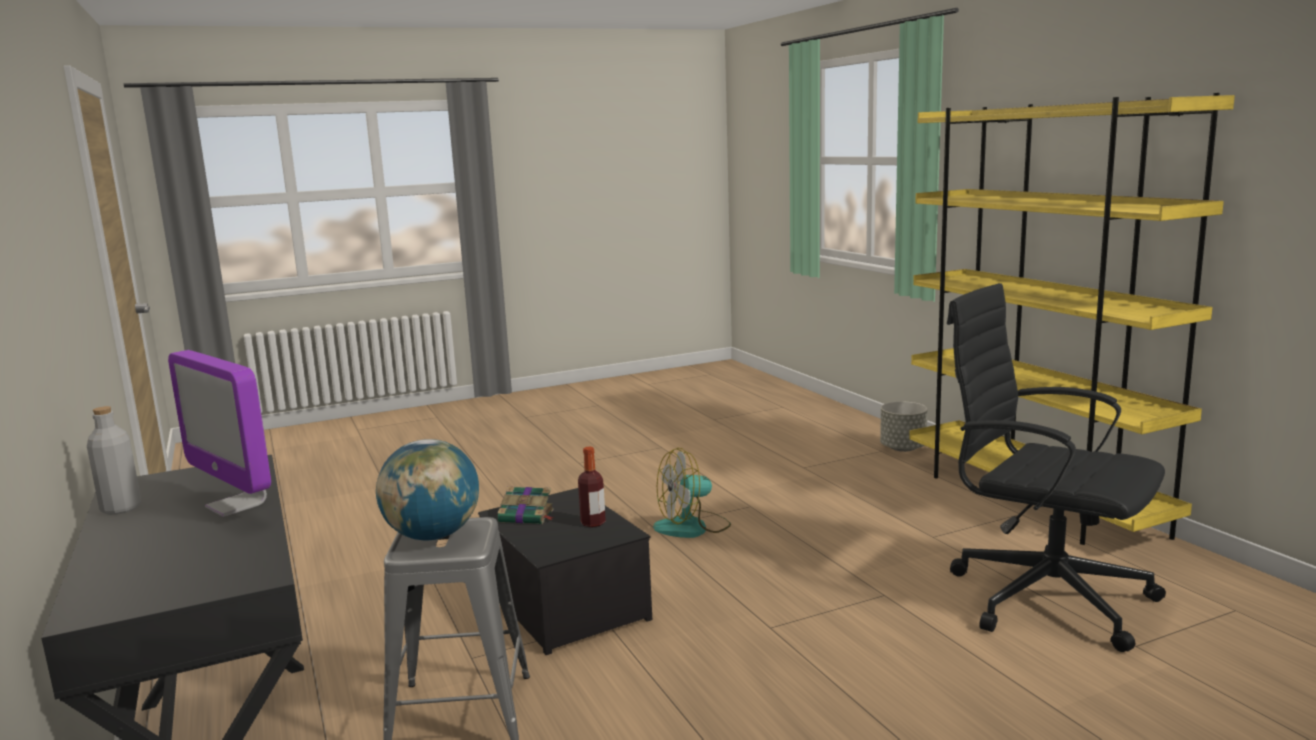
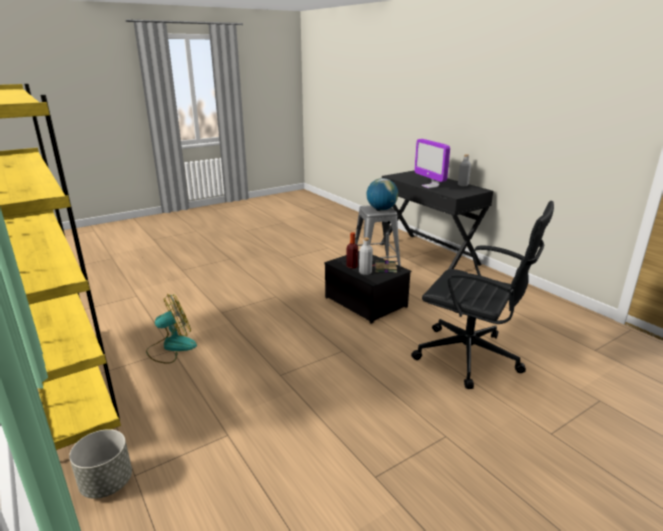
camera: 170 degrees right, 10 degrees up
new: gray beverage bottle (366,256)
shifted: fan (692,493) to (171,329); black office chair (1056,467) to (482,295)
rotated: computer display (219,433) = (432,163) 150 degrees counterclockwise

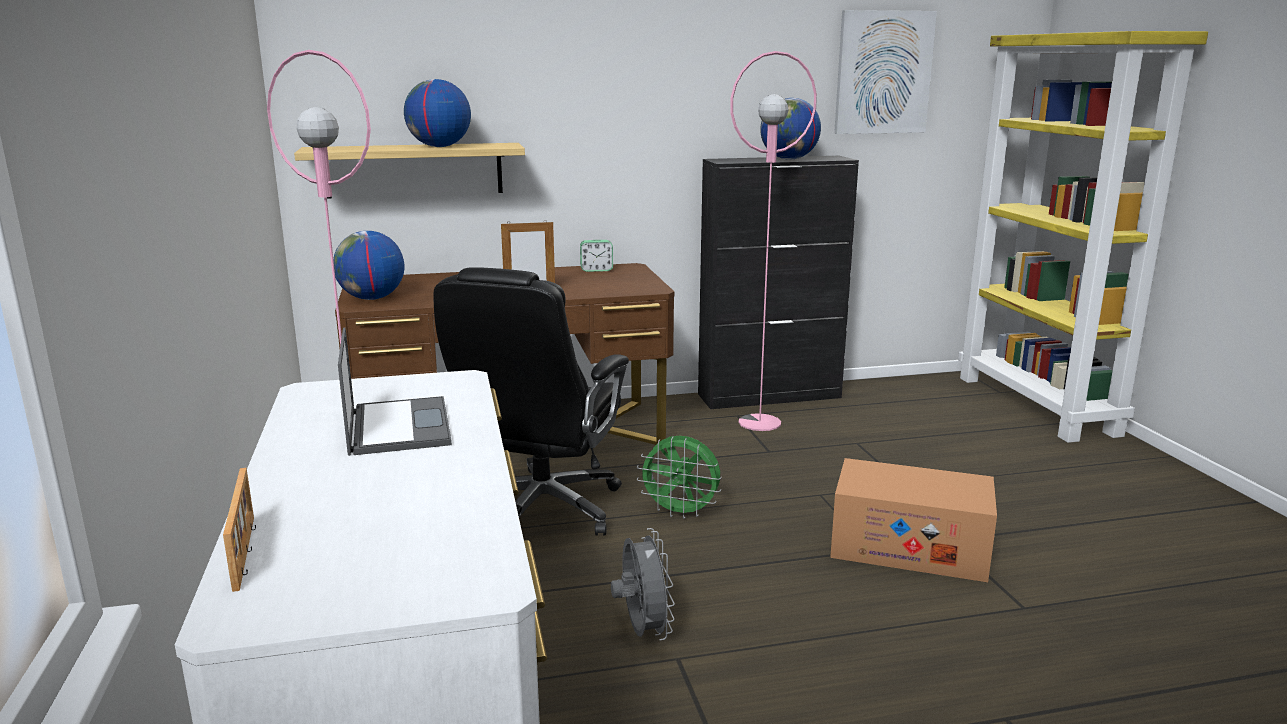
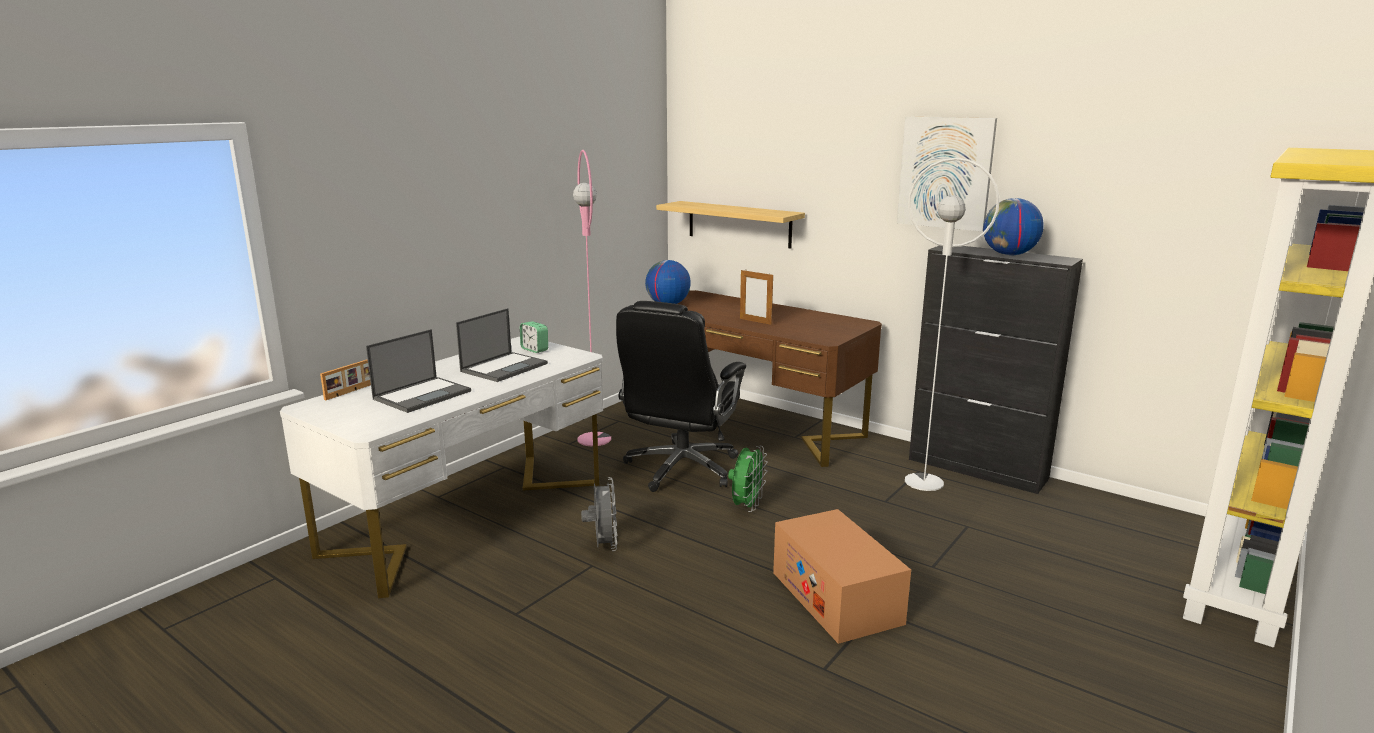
camera: 50 degrees right, 0 degrees up
gone: globe (437,113)
new: notebook computer (418,371)
shifted: alarm clock (596,256) to (534,337); wall art (885,72) to (947,174)
repainted: pinkish standing lamp (773,241) to white standing lamp (952,324)
rotated: black office chair (531,401) = (681,396) 45 degrees counterclockwise; gray fan (643,584) = (599,514) 45 degrees counterclockwise; green fan (679,477) = (748,478) 135 degrees counterclockwise

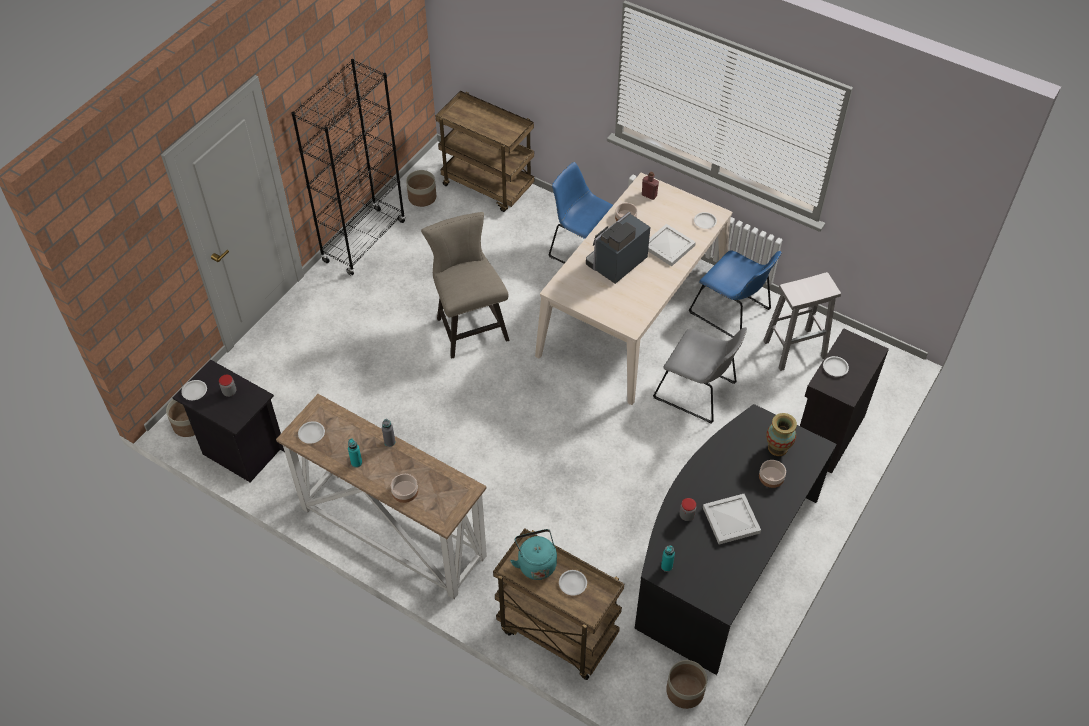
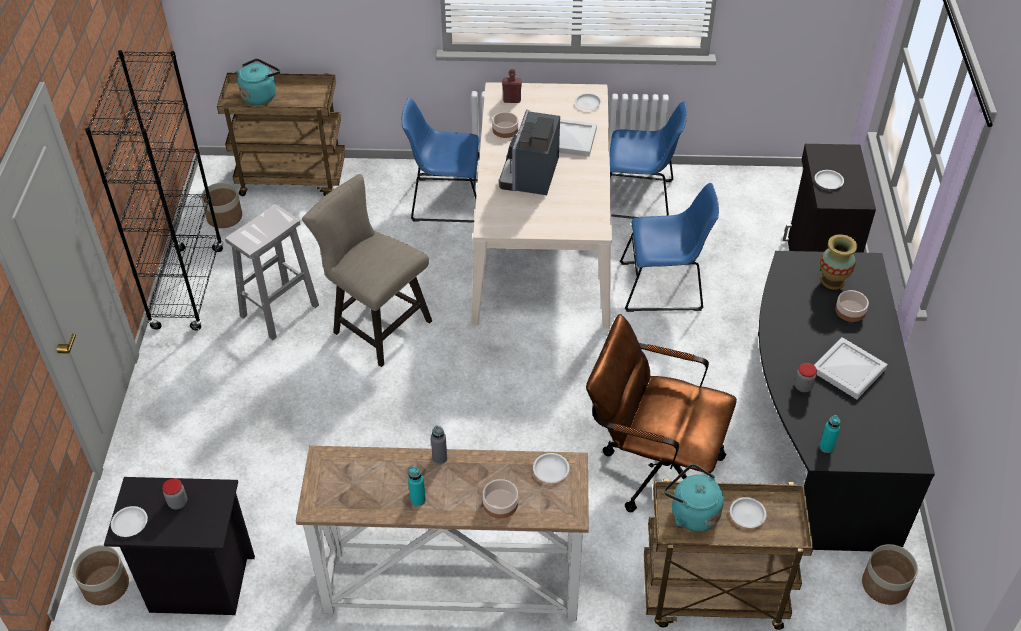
camera: 30 degrees left, 5 degrees down
new: turquoise-coloured water kettle (258,82); brownish office chair (661,413)
shifted: white dinner plate (311,432) to (551,468); white stool (802,321) to (272,272)
repainted: gray chair (700,375) to bluish chair (669,247)

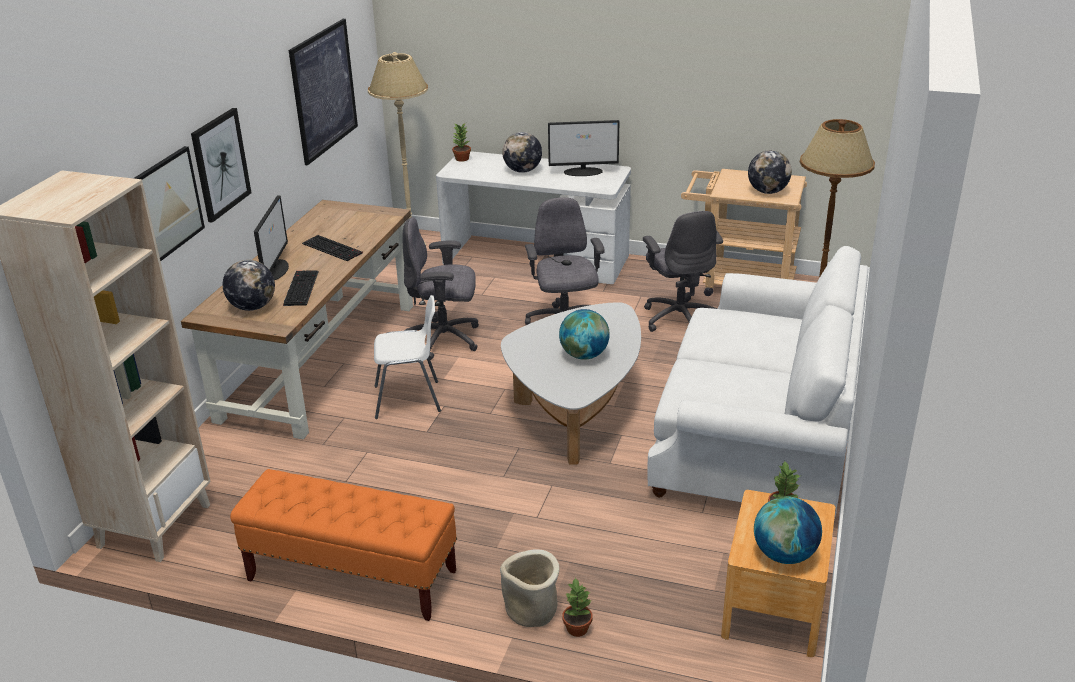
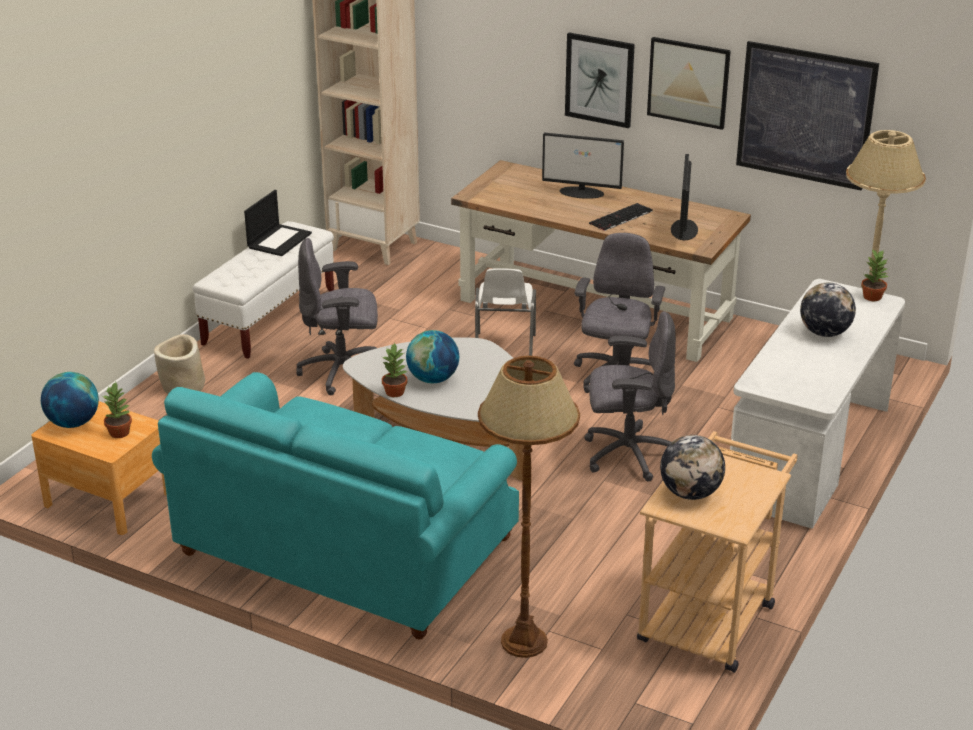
camera: 100 degrees right, 0 degrees up
gone: globe (249,285); PC keyboard (300,288)
new: notebook computer (278,223)
shifted: wall art (169,203) to (689,83); computer display (583,148) to (684,197); houseplant (577,607) to (395,369); gray office chair (683,271) to (337,316)
repainted: orangey bench (343,545) to white bench (263,290); white settee (757,381) to turquoise-coloured settee (335,506)

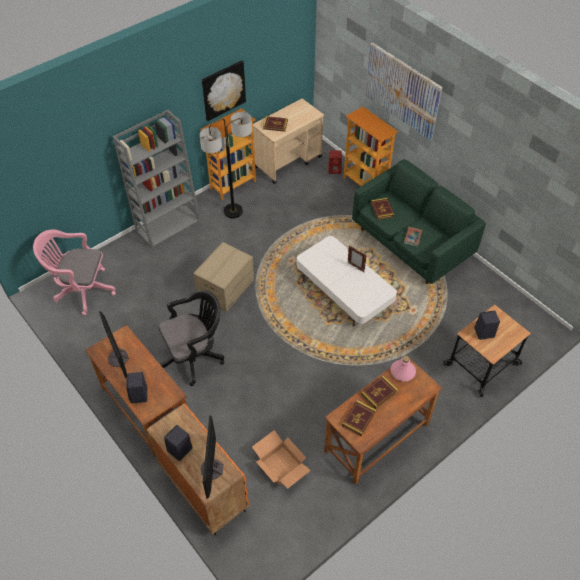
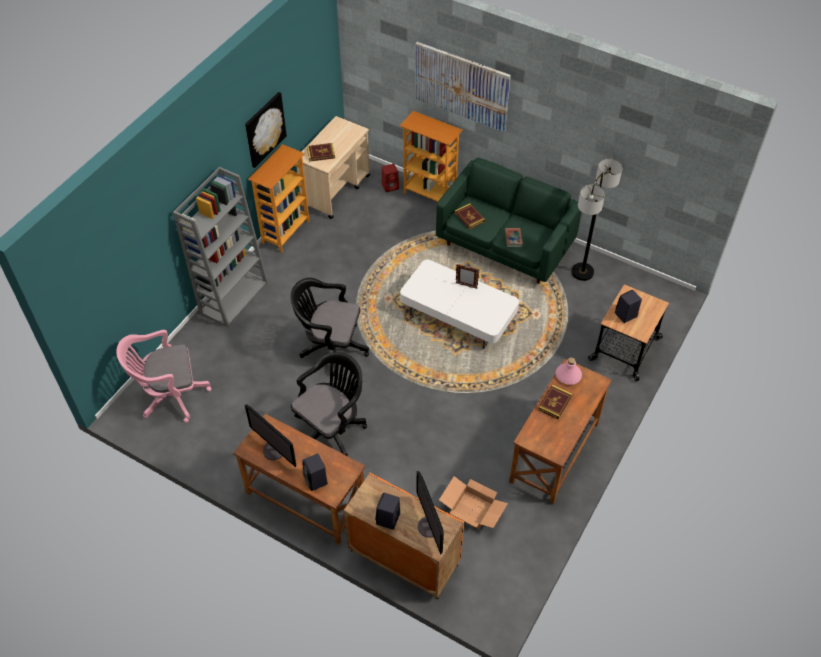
camera: 20 degrees left, 0 degrees up
gone: bound book (359,418)
shifted: standing lamp (225,164) to (597,220)
swapped: packing box (223,277) to black office chair (330,327)

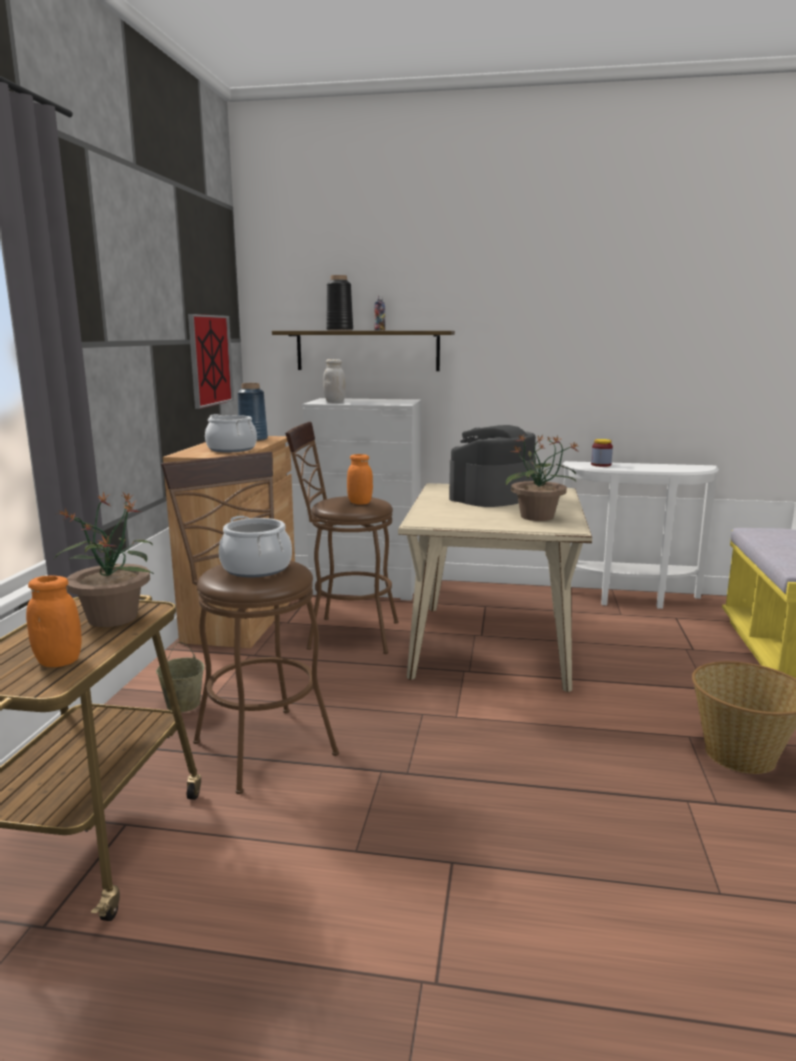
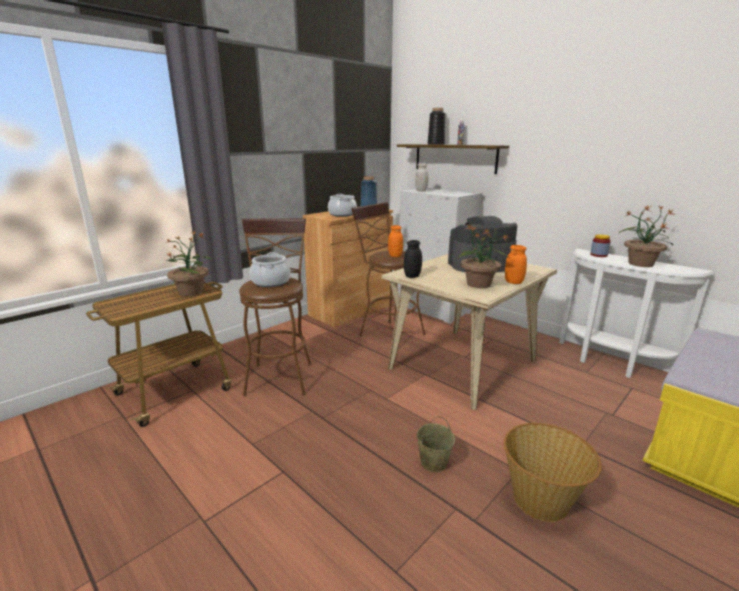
camera: 35 degrees right, 5 degrees up
gone: wall art (211,361)
new: black storage jar (413,259); houseplant (648,236)
shifted: orangey storage jar (54,621) to (516,264); beige water bucket (180,677) to (436,444)

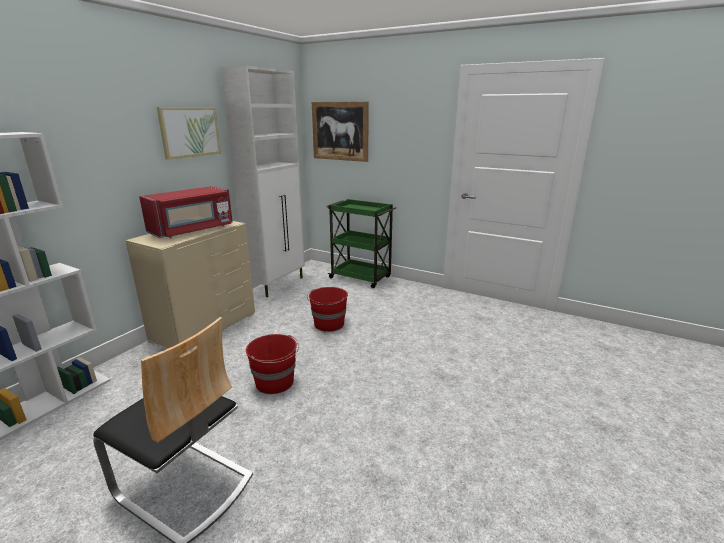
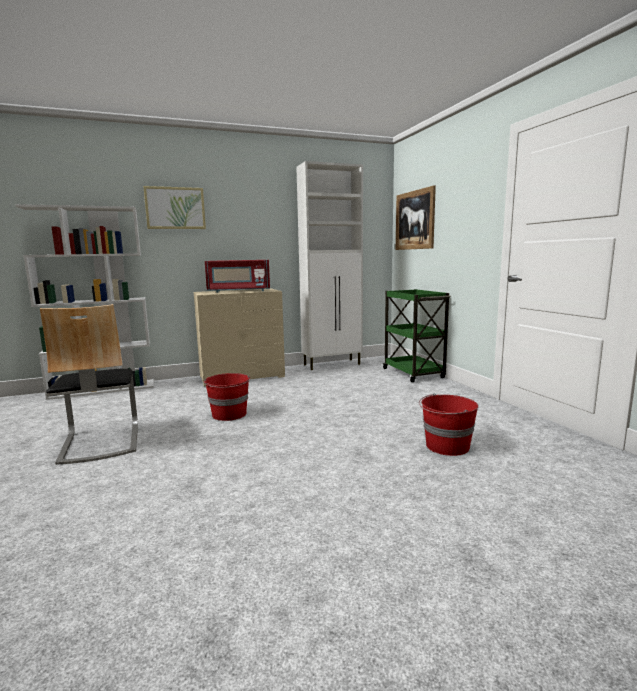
camera: 40 degrees right, 10 degrees down
shifted: wall art (189,133) to (174,207); reddish water bucket (327,309) to (448,424)

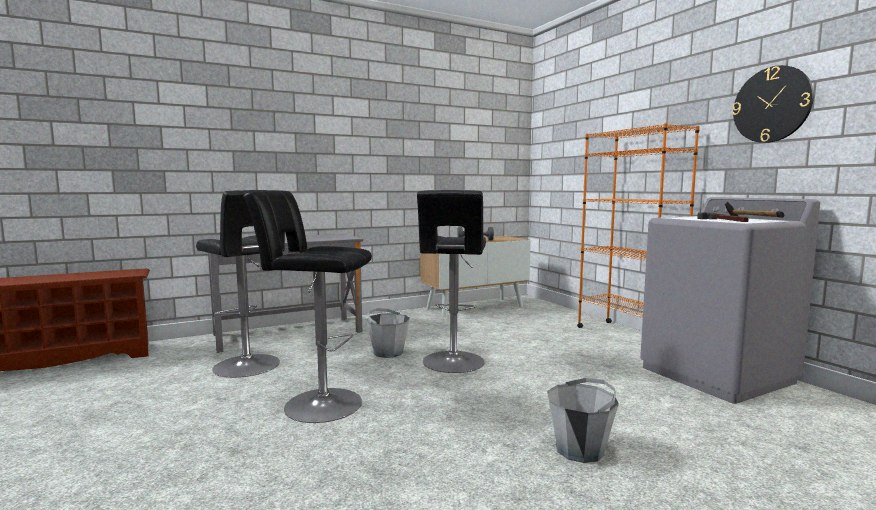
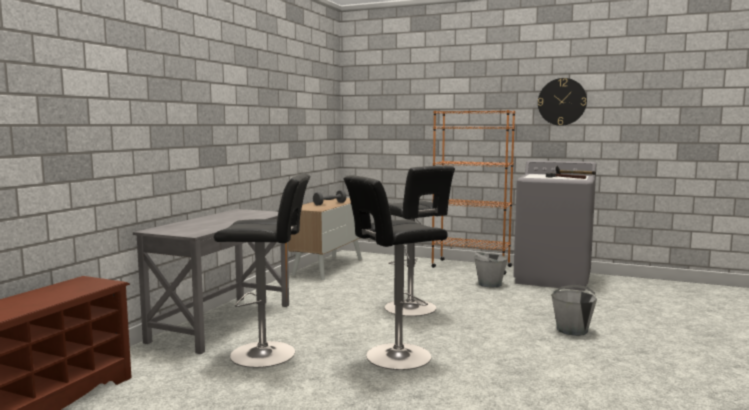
camera: 40 degrees left, 0 degrees up
shifted: gray water bucket (388,333) to (491,270)

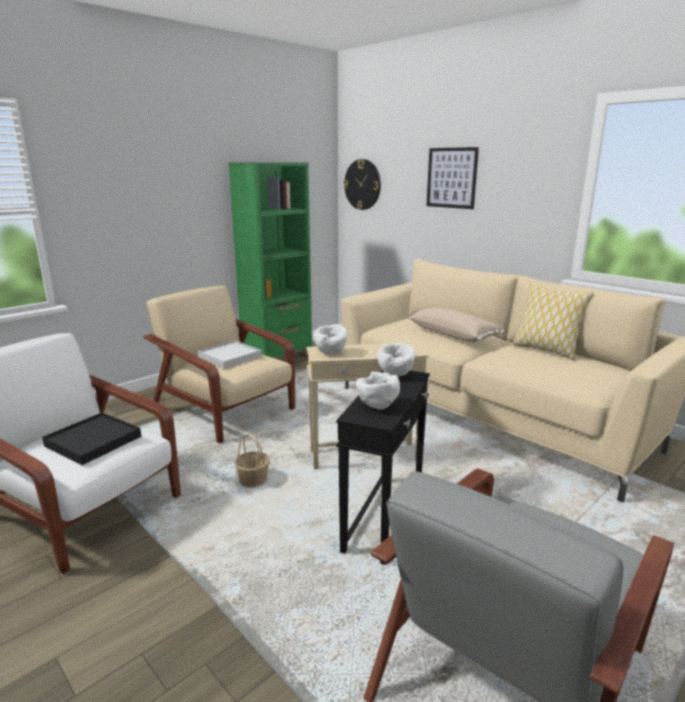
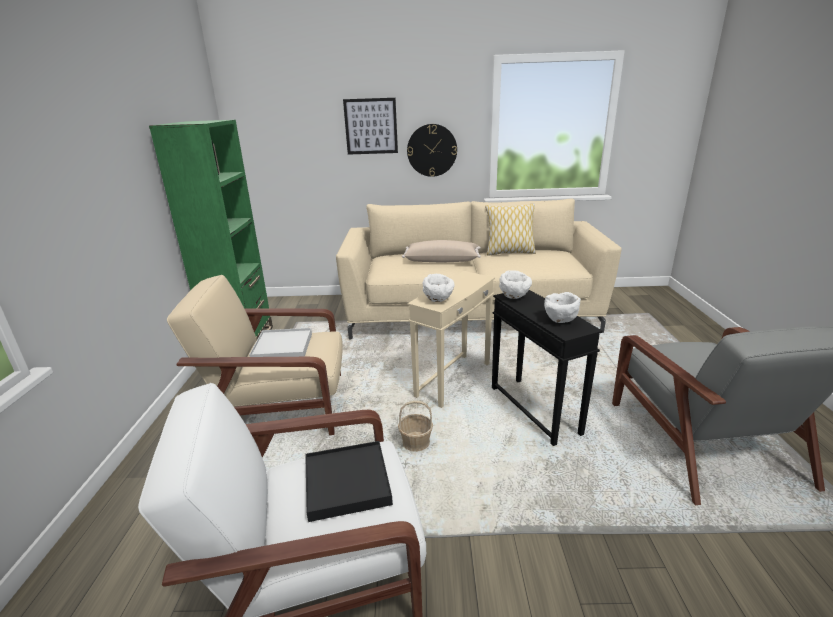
camera: 45 degrees left, 5 degrees up
shifted: hanging clock (362,184) to (432,150)

